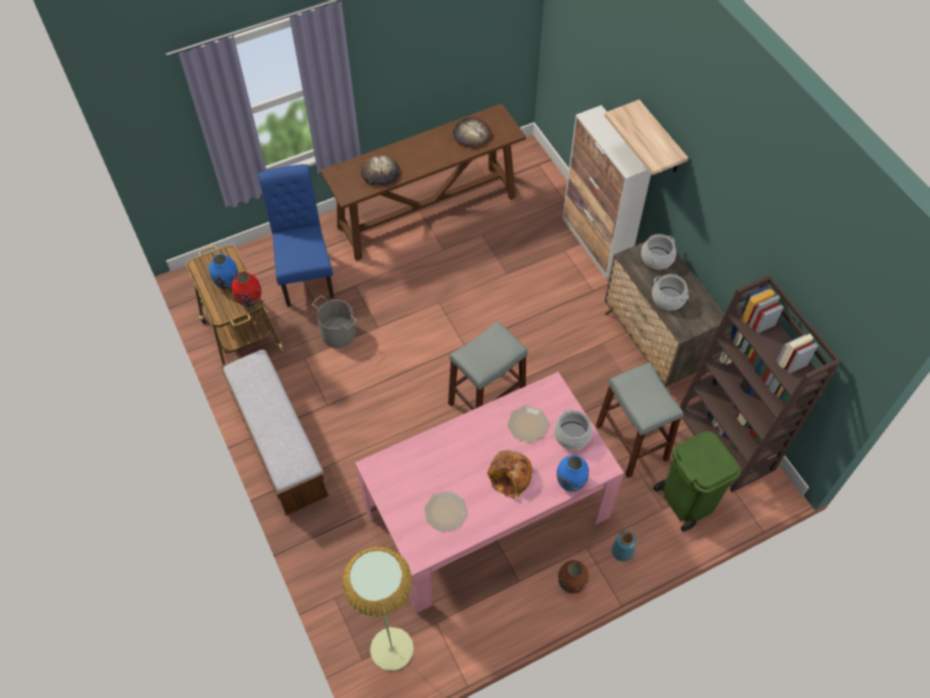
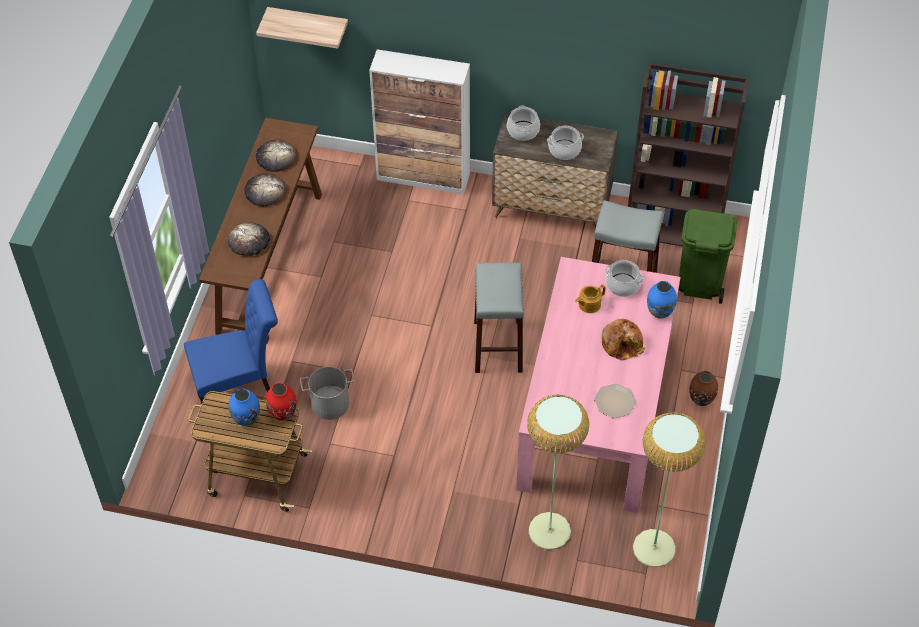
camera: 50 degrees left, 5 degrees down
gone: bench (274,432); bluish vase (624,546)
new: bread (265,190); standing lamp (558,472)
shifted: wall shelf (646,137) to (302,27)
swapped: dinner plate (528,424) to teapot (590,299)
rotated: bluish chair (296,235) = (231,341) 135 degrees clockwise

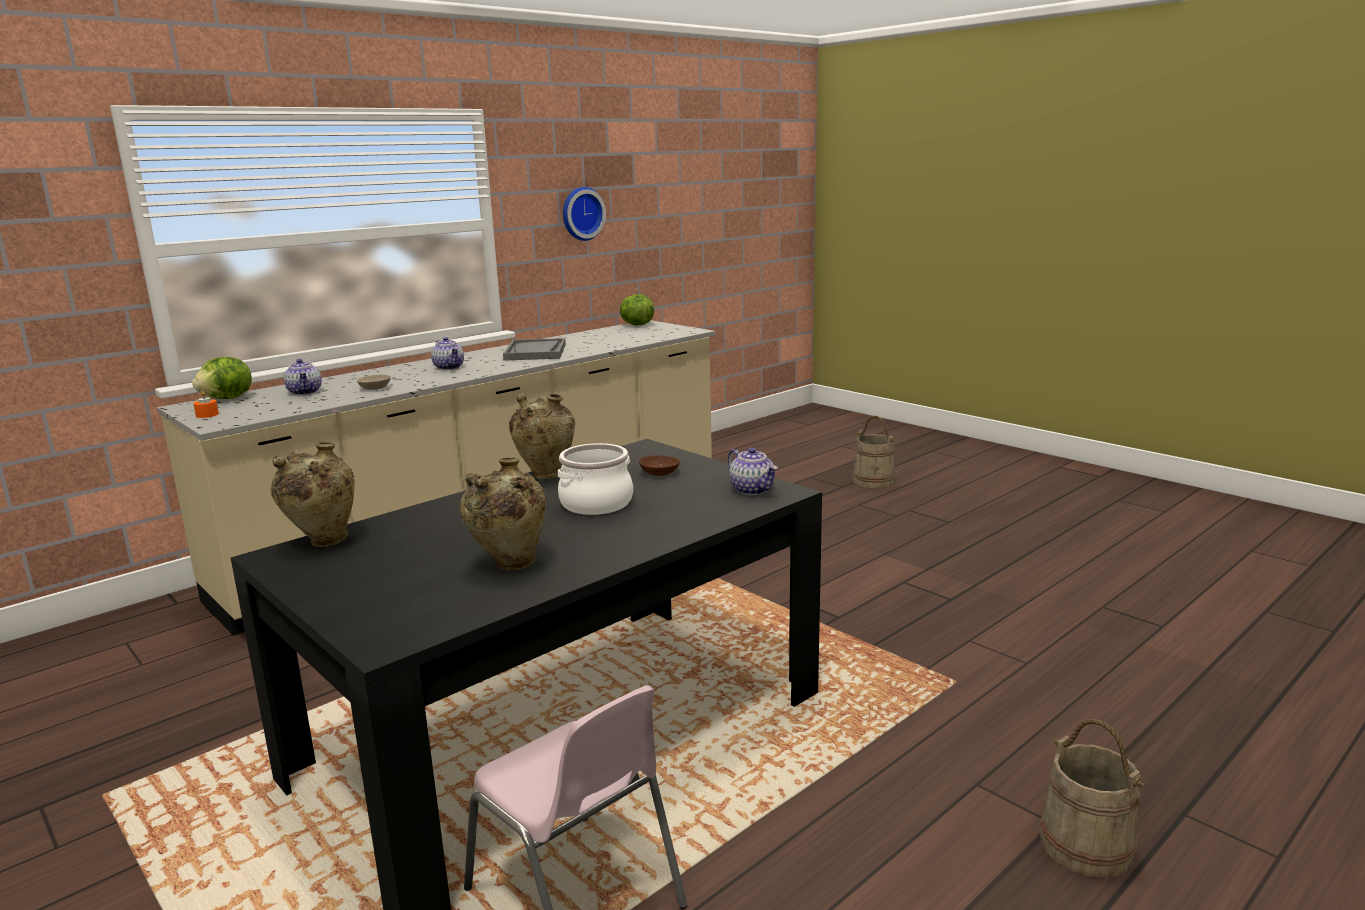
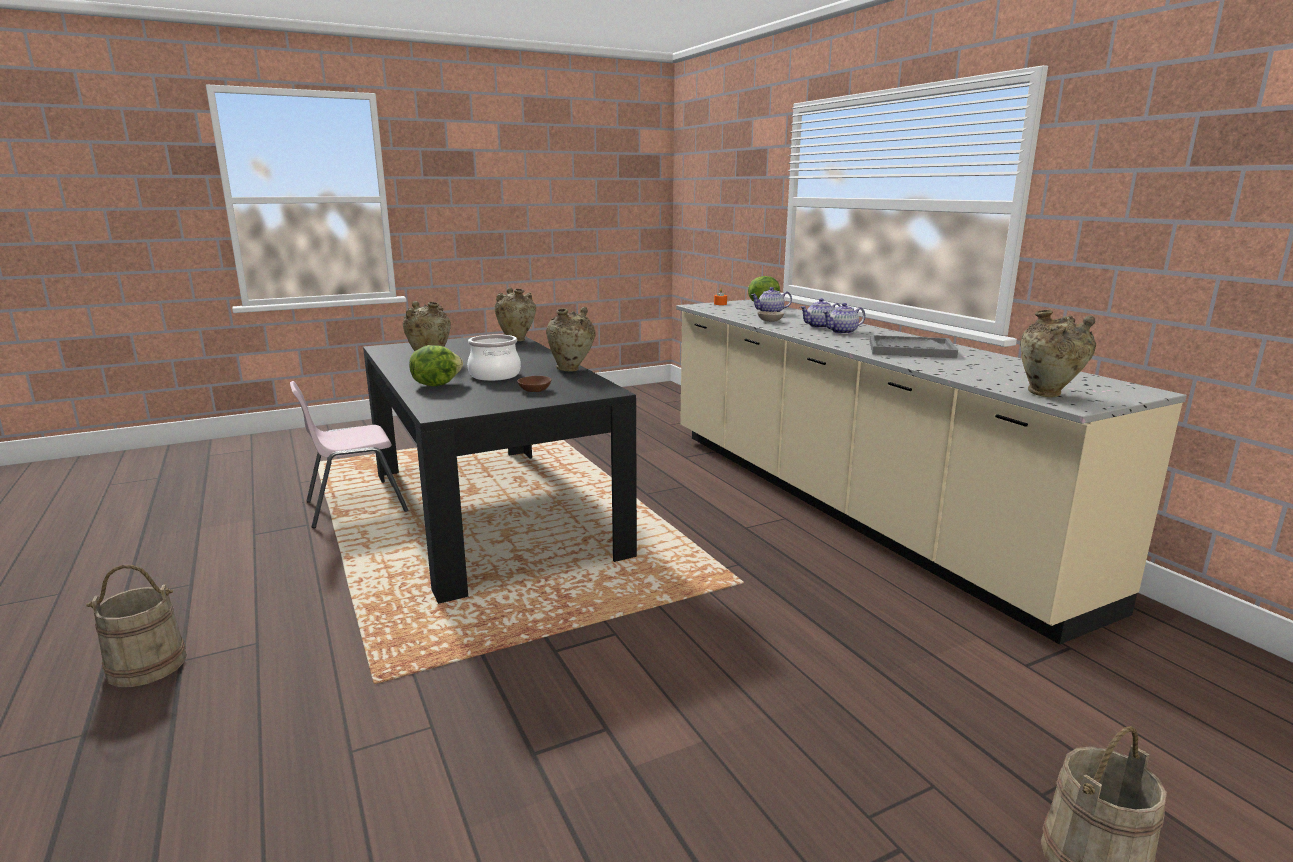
camera: 105 degrees right, 0 degrees up
gone: hanging clock (584,214)
new: beige vase (1058,353)
shifted: head of lettuce (636,309) to (436,365); teapot (753,471) to (820,313)

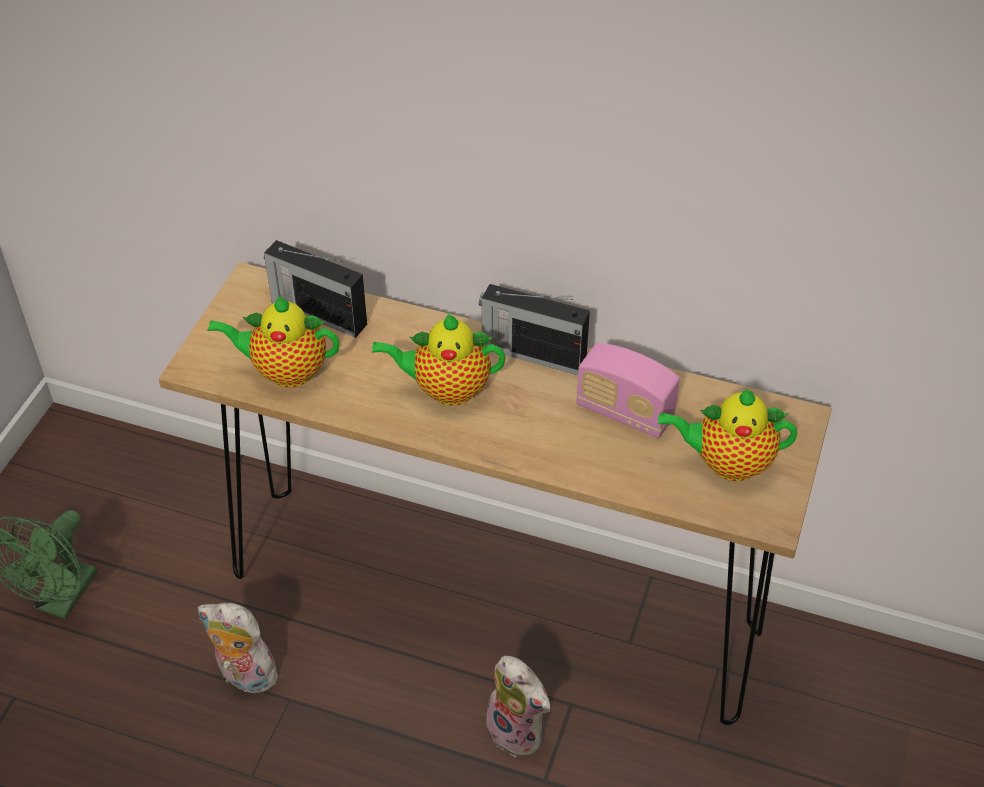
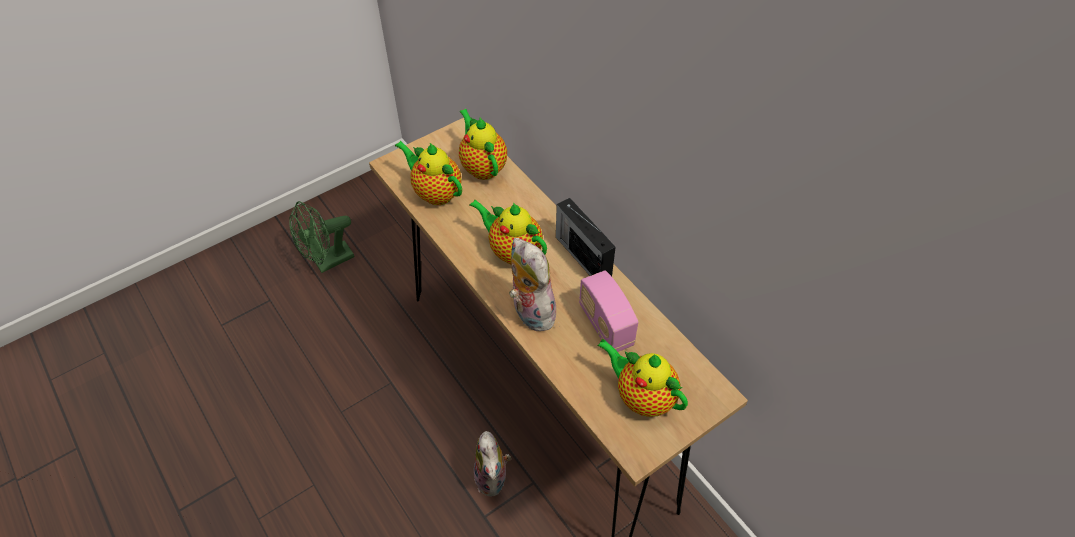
camera: 35 degrees right, 5 degrees up
shifted: cuddly toy (239,647) to (532,284)
swapped: radio (315,289) to teapot (483,144)

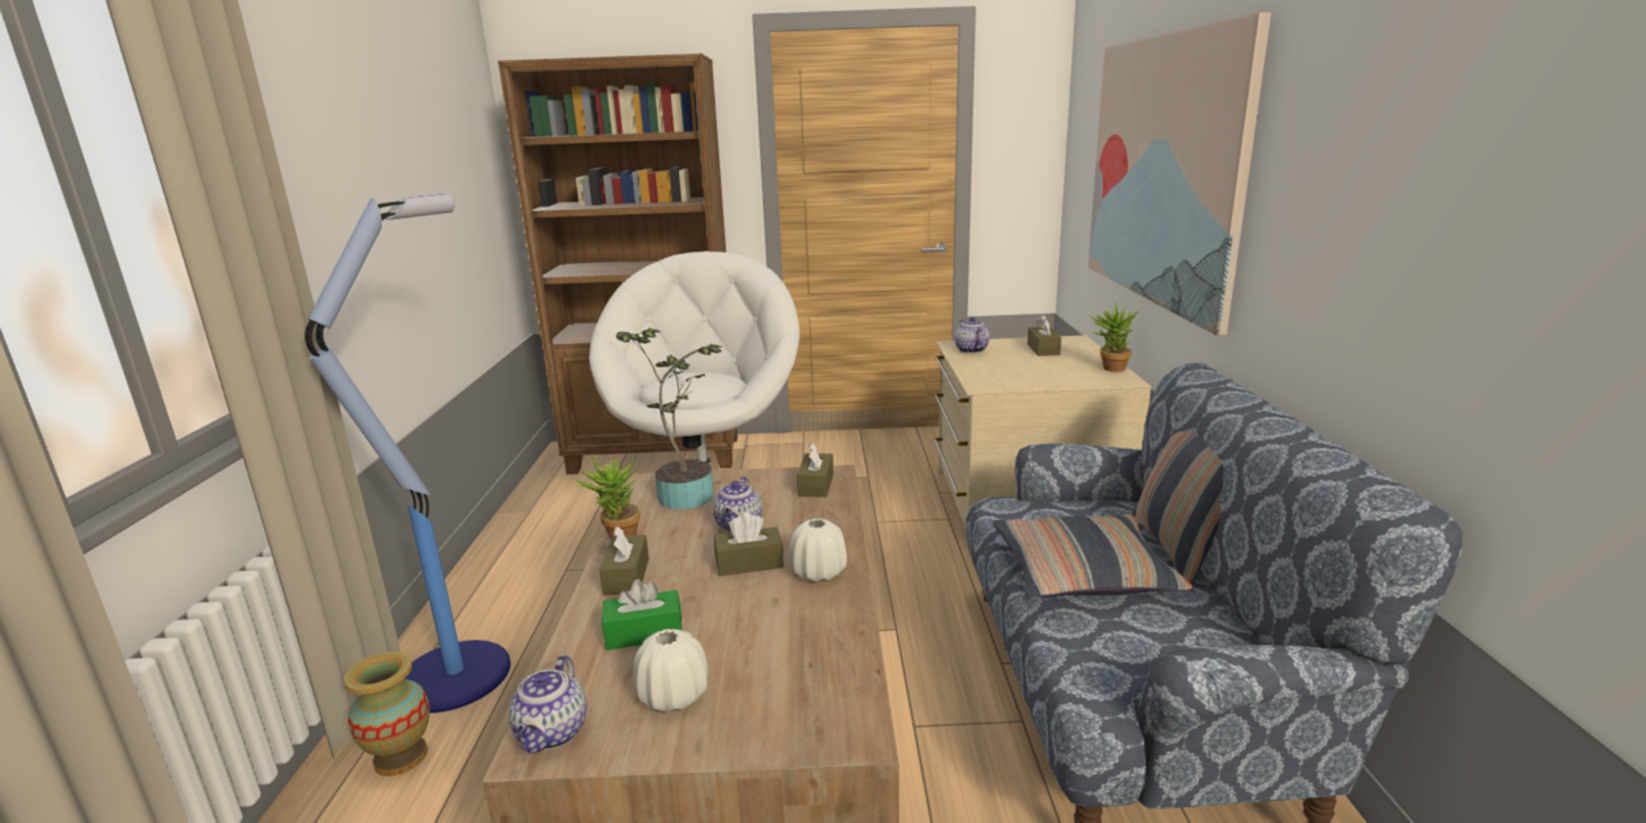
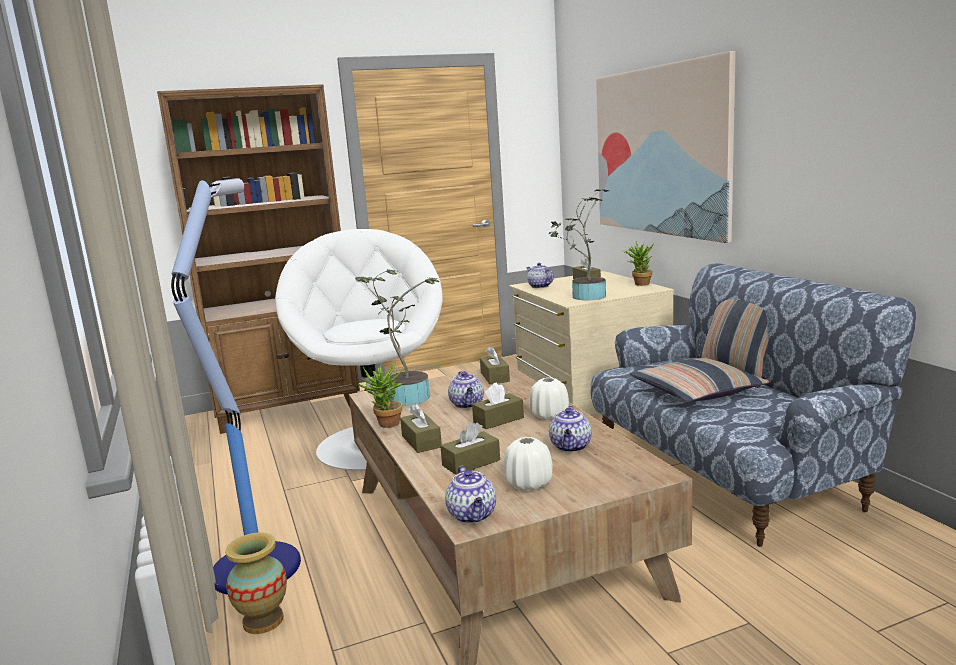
camera: 20 degrees left, 5 degrees down
new: houseplant (579,244); teapot (570,429)
repainted: green tissue box (642,614) to brownish tissue box (470,448)

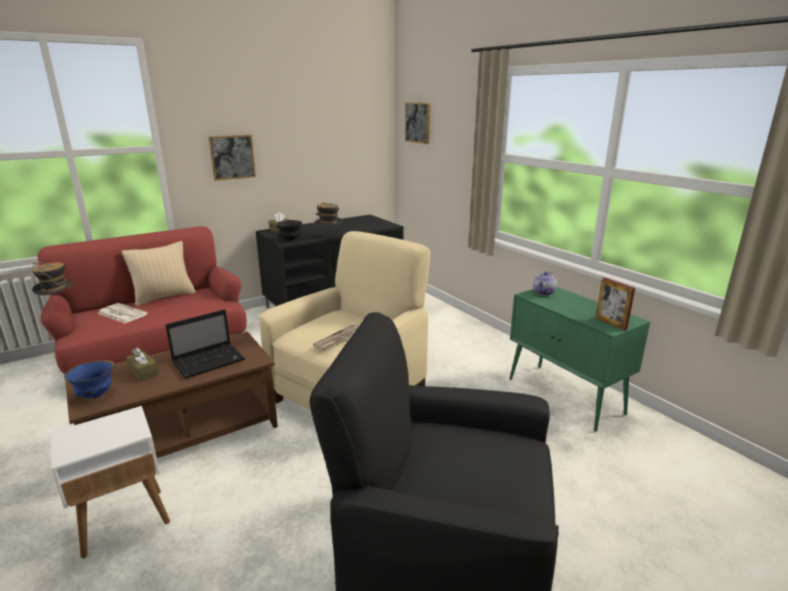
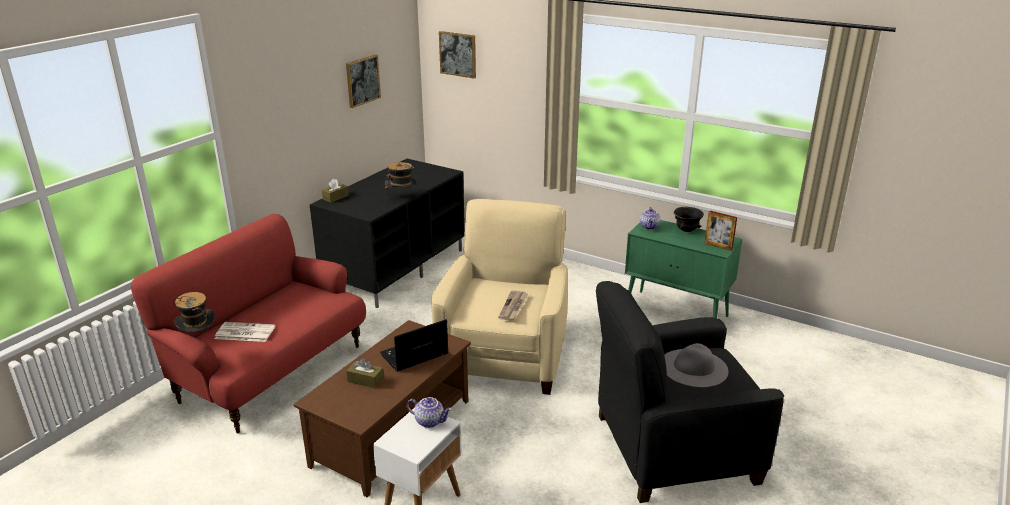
camera: 25 degrees left, 5 degrees up
gone: bluish bowl (89,379); beige throw pillow (159,273)
new: teapot (429,412); gray wearable hat (696,365)
shifted: wall art (232,158) to (363,81); black bowl (288,230) to (689,219)
rotated: notebook computer (205,344) = (414,345) 150 degrees counterclockwise

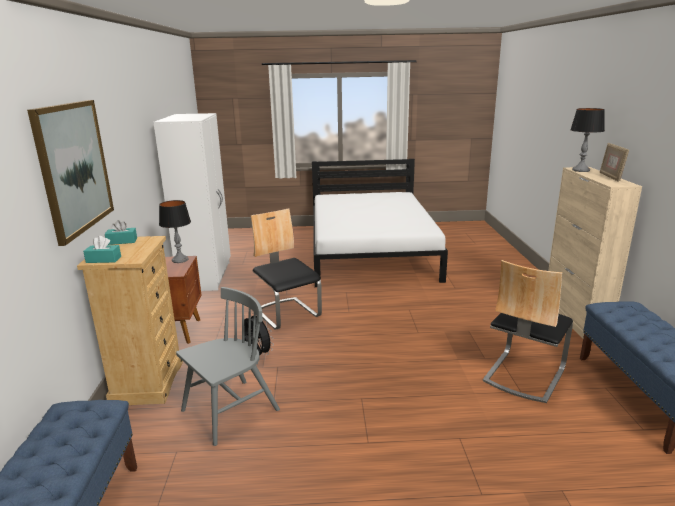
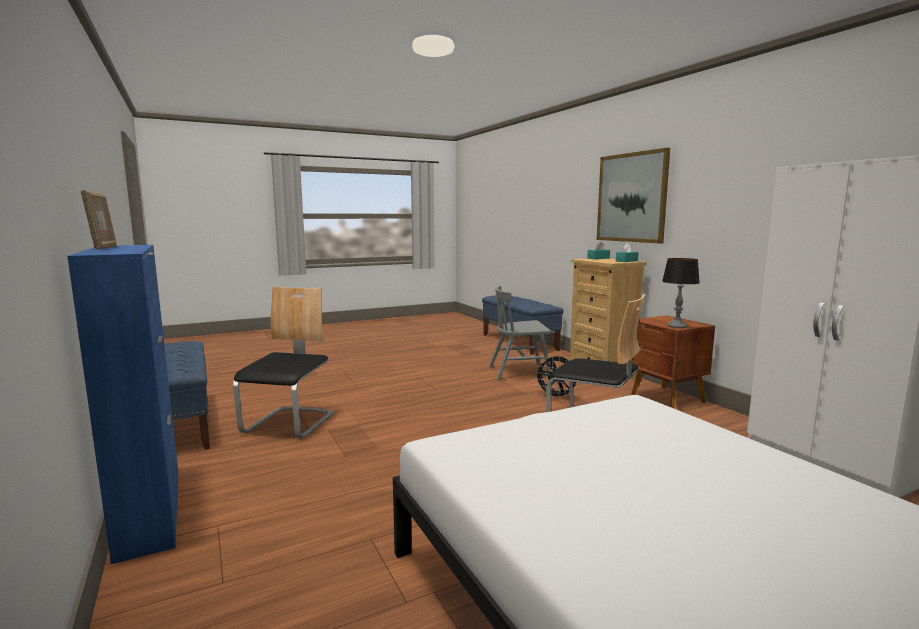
camera: 155 degrees right, 10 degrees down
gone: tabletop lamp (587,140)
repainted: beige cabinet (595,253) to bluish cabinet (123,404)
rotated: gray chair (228,366) = (520,333) 60 degrees clockwise

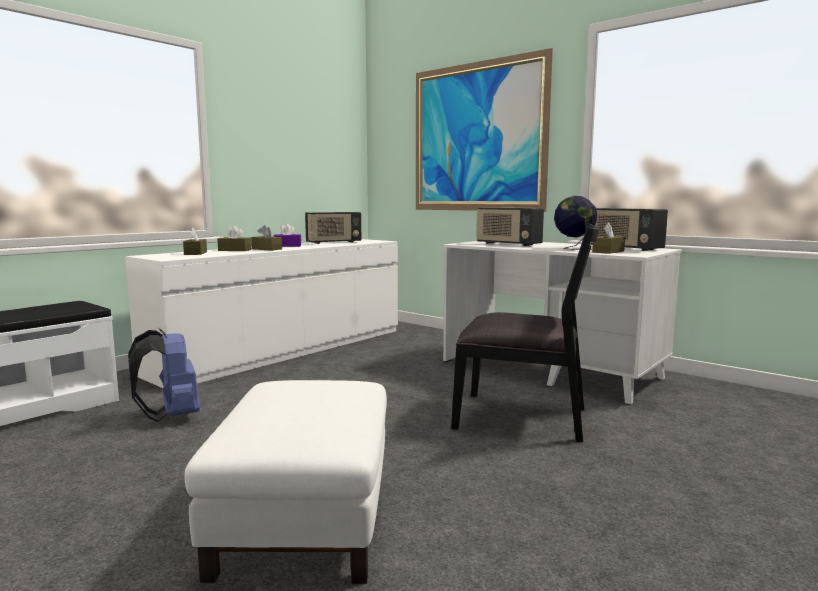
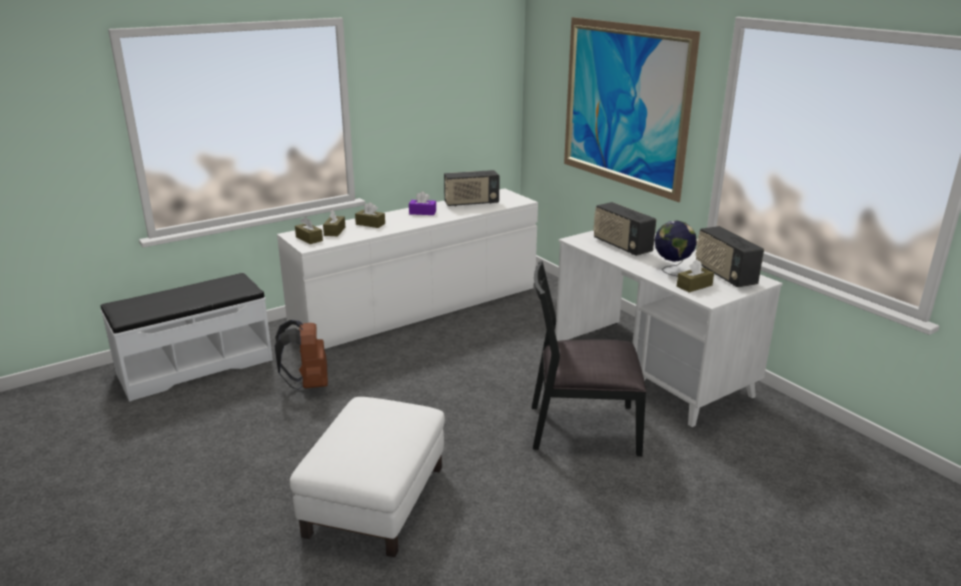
camera: 15 degrees right, 15 degrees up
shifted: brownish tissue box (266,238) to (309,230)
repainted: bluish rucksack (164,375) to brownish rucksack (301,355)
rotated: black chair (525,332) = (589,358) 150 degrees clockwise

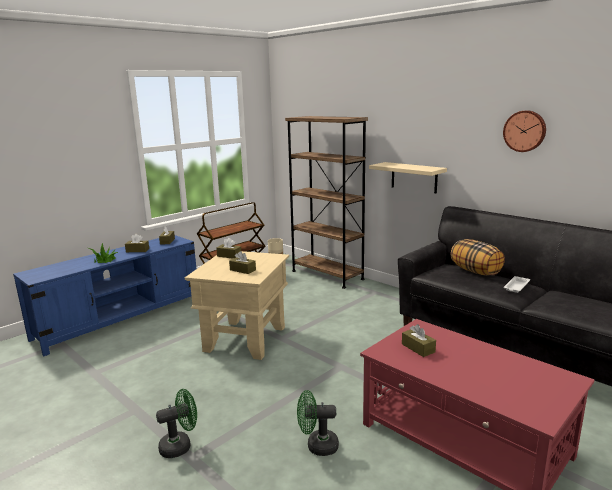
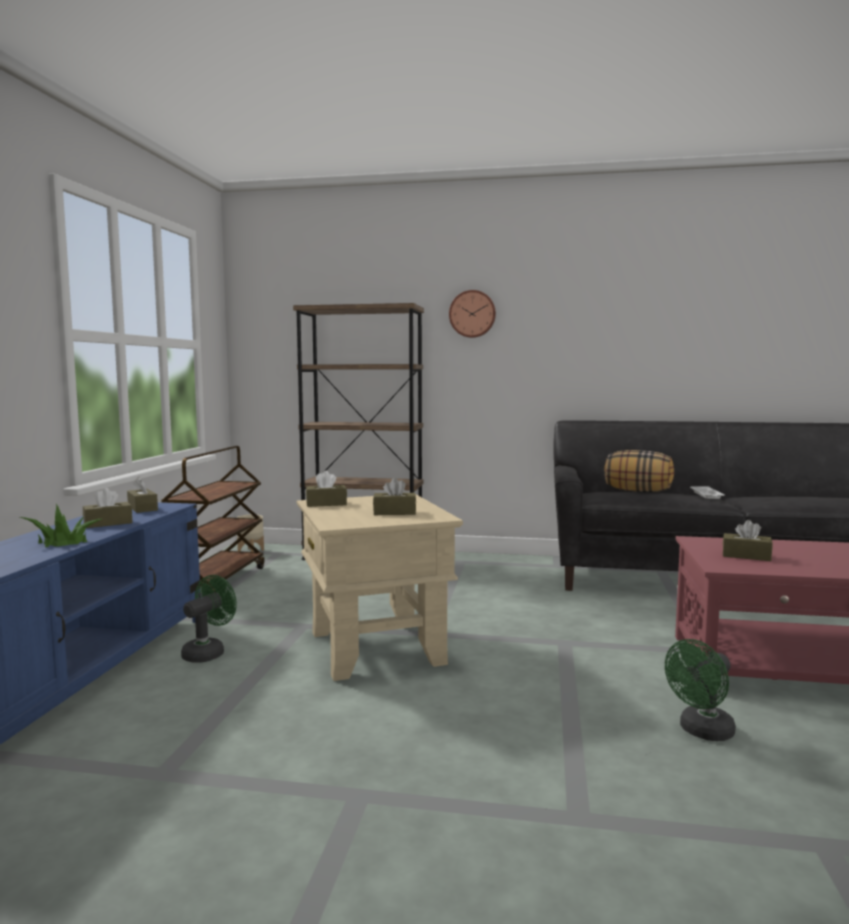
camera: 35 degrees left, 10 degrees down
gone: beige wall shelf (408,177)
shifted: green fan (176,423) to (209,619); hanging clock (524,131) to (472,314)

